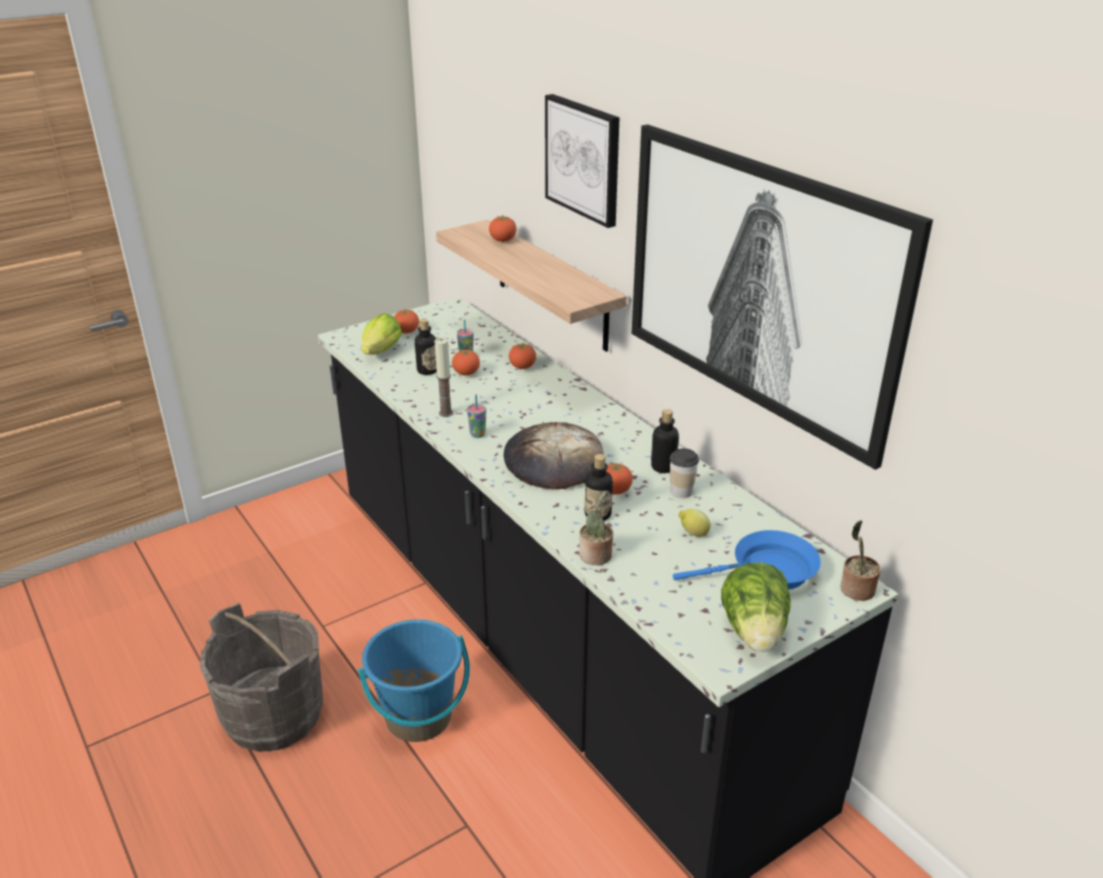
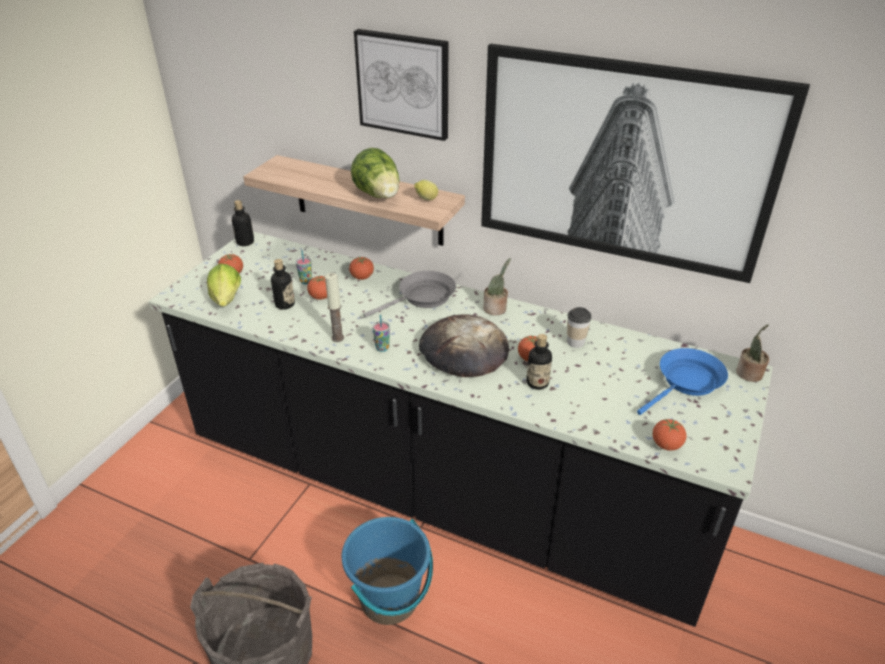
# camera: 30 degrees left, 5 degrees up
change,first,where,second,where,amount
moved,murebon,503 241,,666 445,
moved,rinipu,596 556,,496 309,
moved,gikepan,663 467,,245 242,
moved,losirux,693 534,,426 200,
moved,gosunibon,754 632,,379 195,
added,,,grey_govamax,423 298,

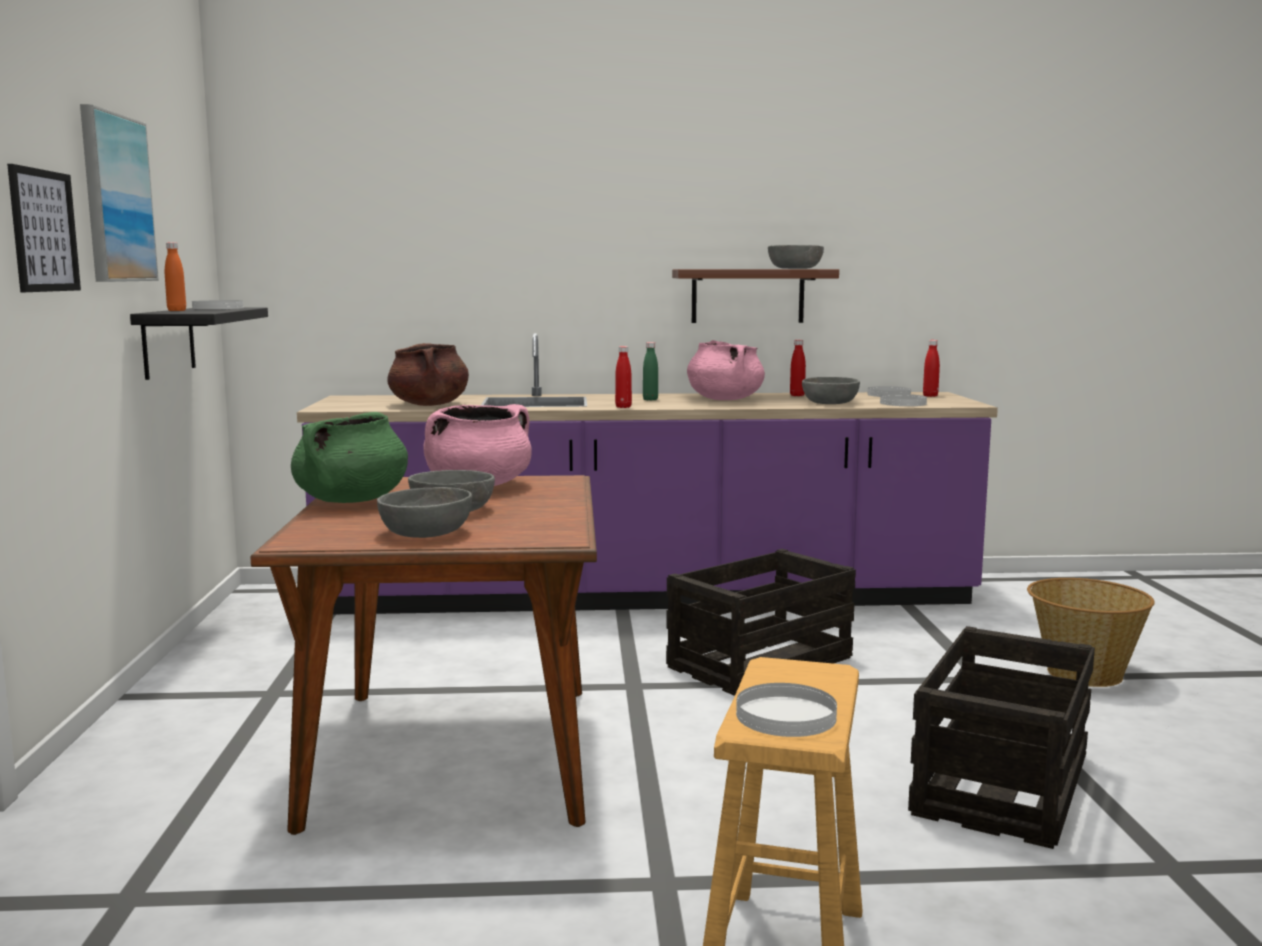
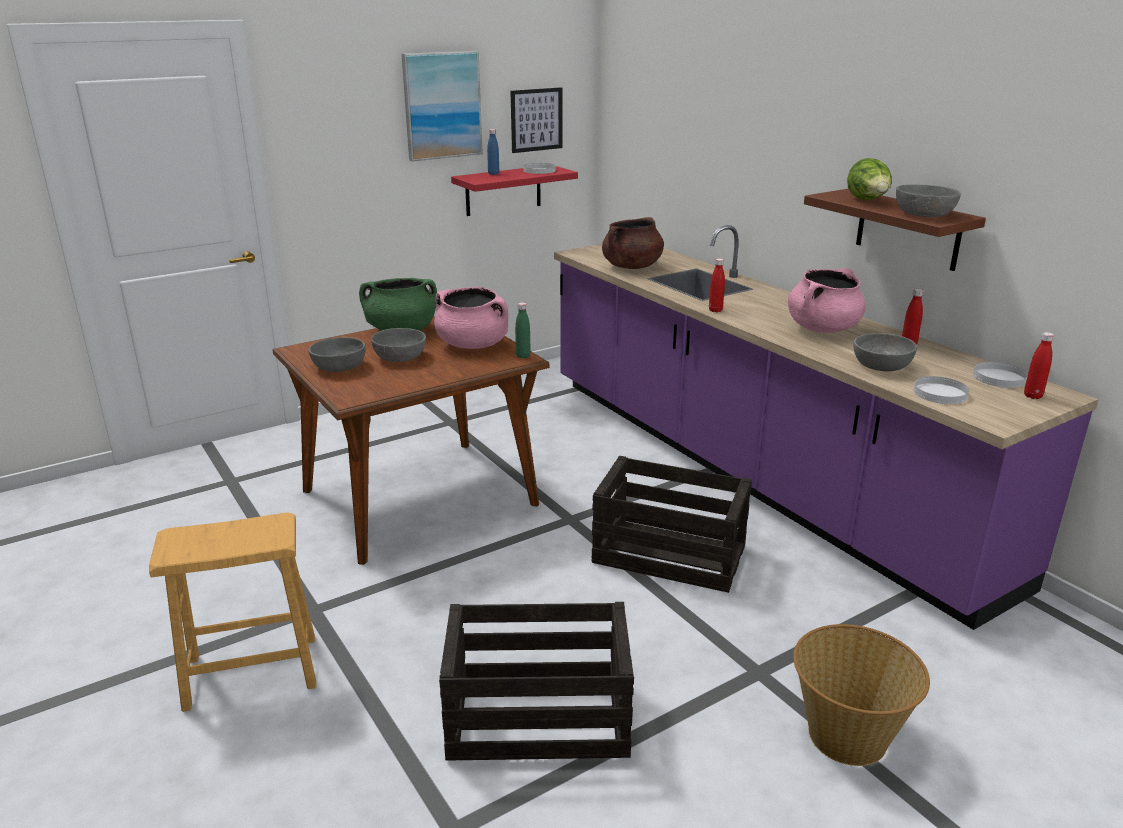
# camera: 60 degrees right, 15 degrees up
change,first,where,second,where,amount
moved,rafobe,44 231,,536 120,
recoloured,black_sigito,168 342,red_sigito,503 190,
recoloured,orange_gikepan,177 310,blue_gikepan,493 173,
moved,green_gikepan,650 399,,523 356,
removed,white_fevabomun,786 715,,,
added,,,gosunibon,868 201,

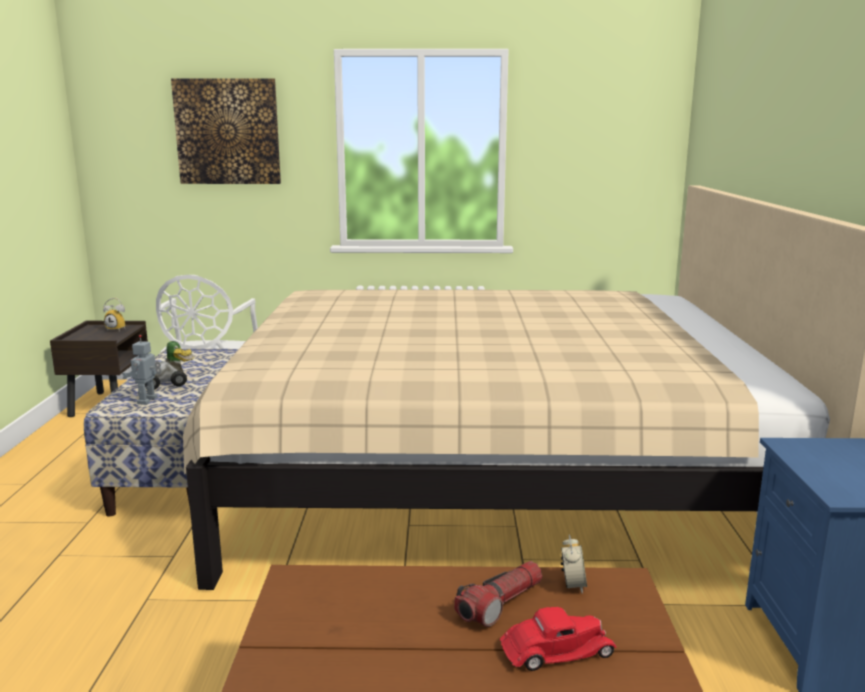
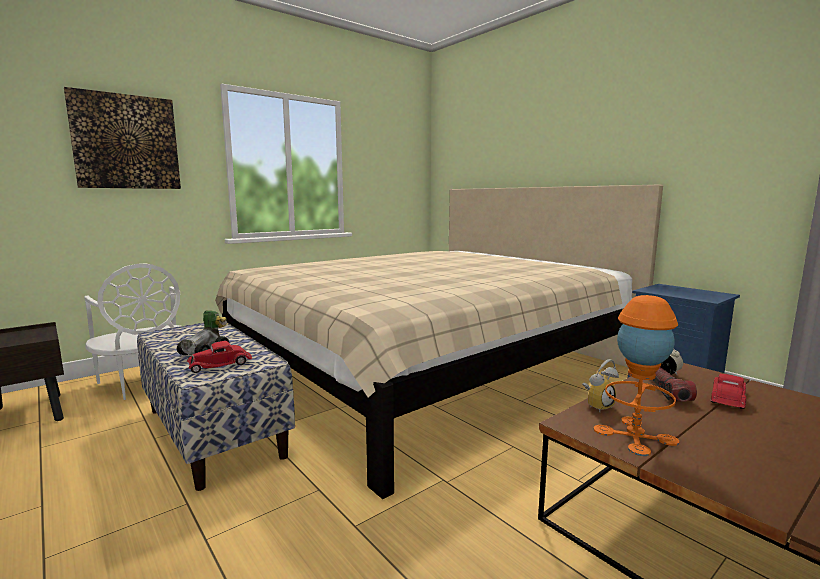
# camera: 40 degrees left, 5 degrees down
change,first,where,second,where,amount
moved,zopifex,118 329,,597 405,
replaced,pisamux,148 401,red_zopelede,220 364,
added,,,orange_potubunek,635 435,

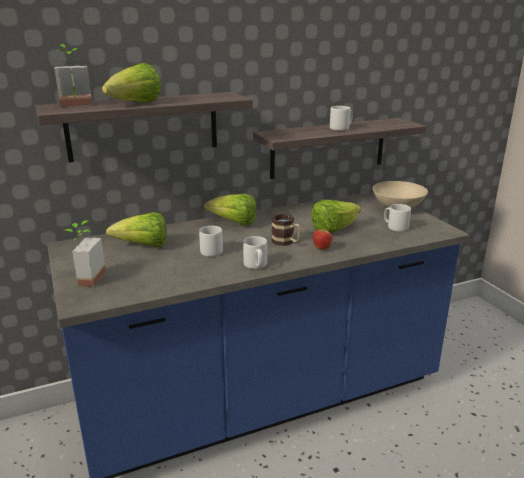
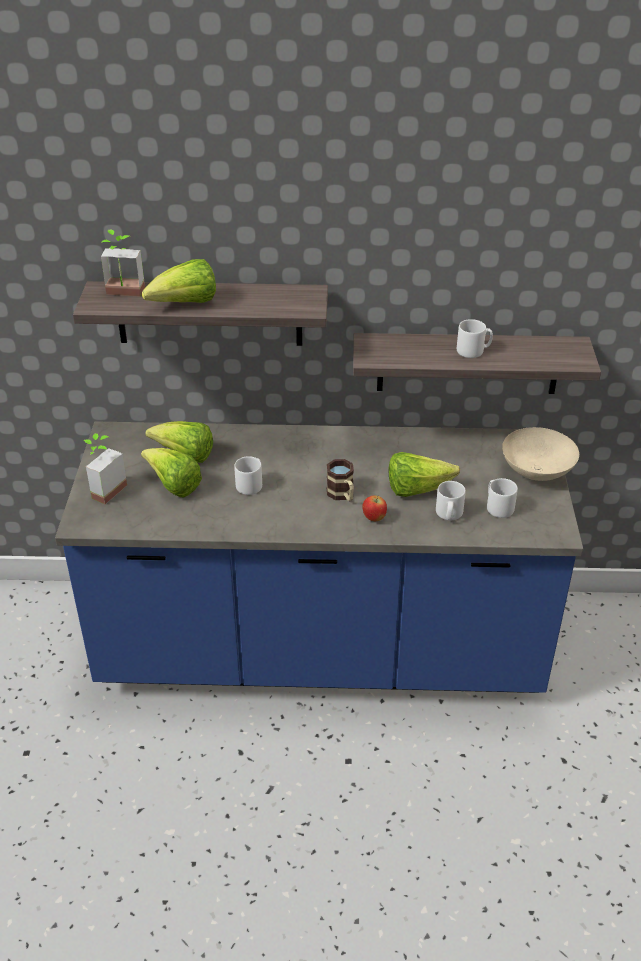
# camera: 25 degrees right, 15 degrees up
change,first,where,second,where,amount
moved,gosunibon,234 223,,173 486,
moved,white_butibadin,256 265,,449 514,

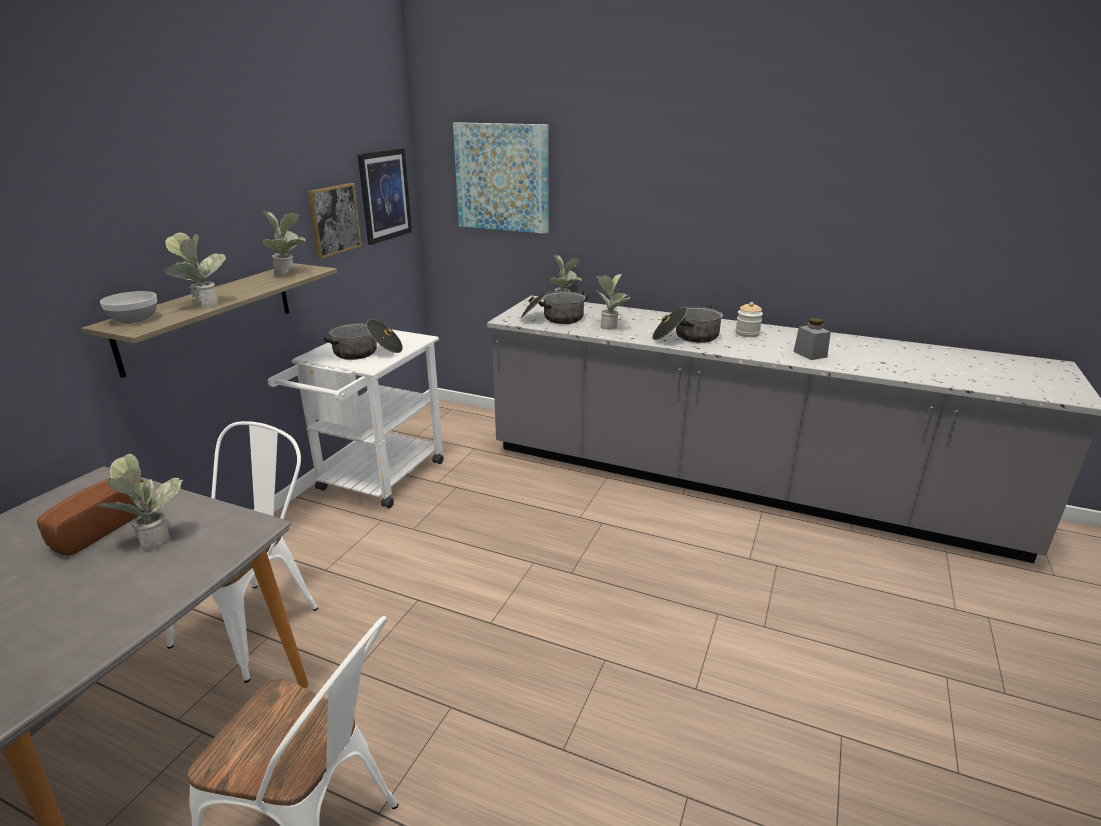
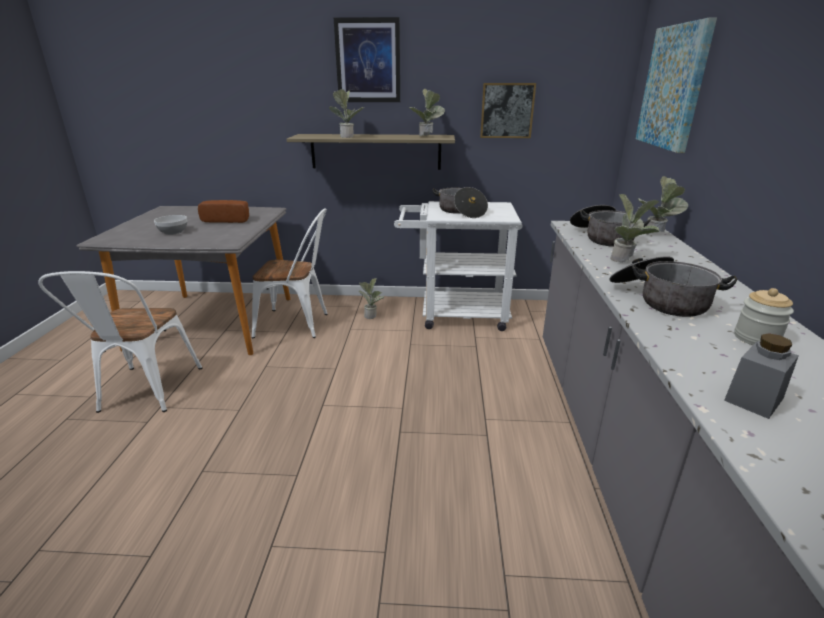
# camera: 70 degrees right, 0 degrees up
change,first,where,second,where,amount
moved,rinipu,153 538,,372 315,
moved,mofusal,135 319,,173 232,
moved,rafobe,385 195,,368 61,

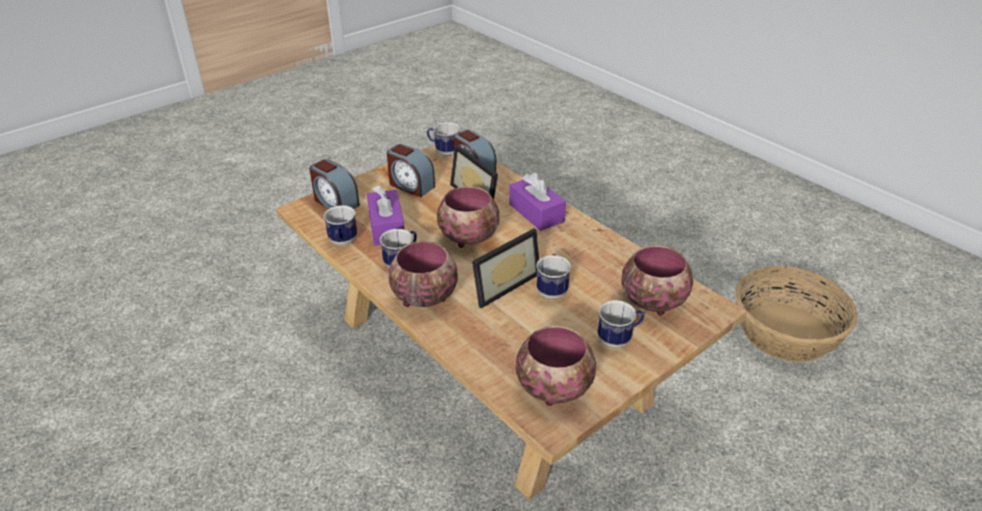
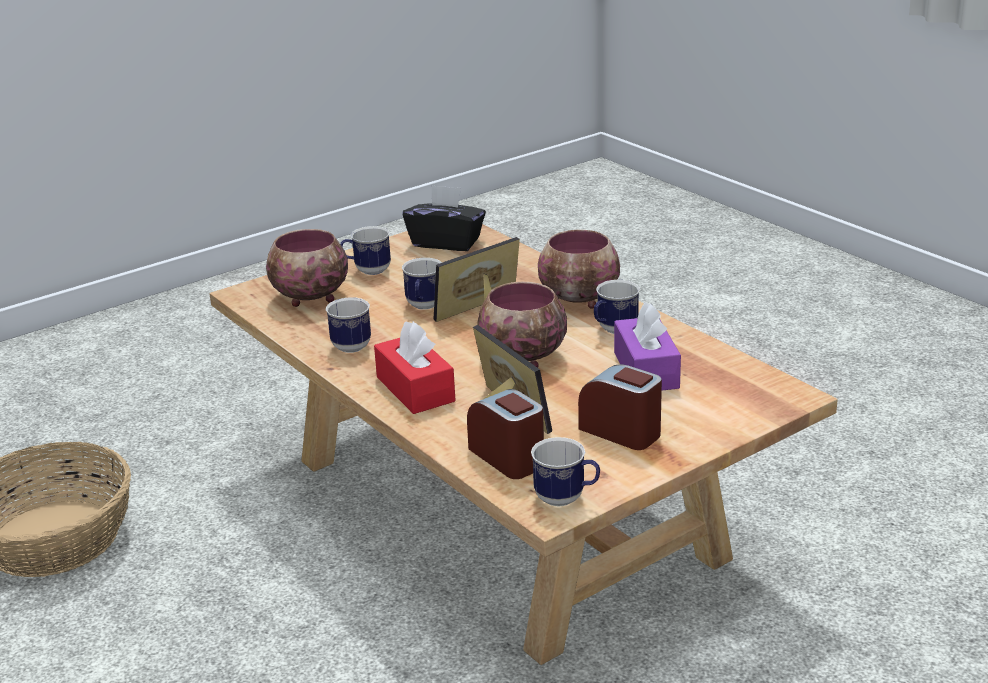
# camera: 175 degrees left, 10 degrees down
change,first,where,second,where,amount
removed,zopifex,335 202,,,
moved,butibadin,342 243,,352 344,
recoloured,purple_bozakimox,536 213,red_bozakimox,415 389,
replaced,mofusal,555 388,black_bozakimox,446 242,

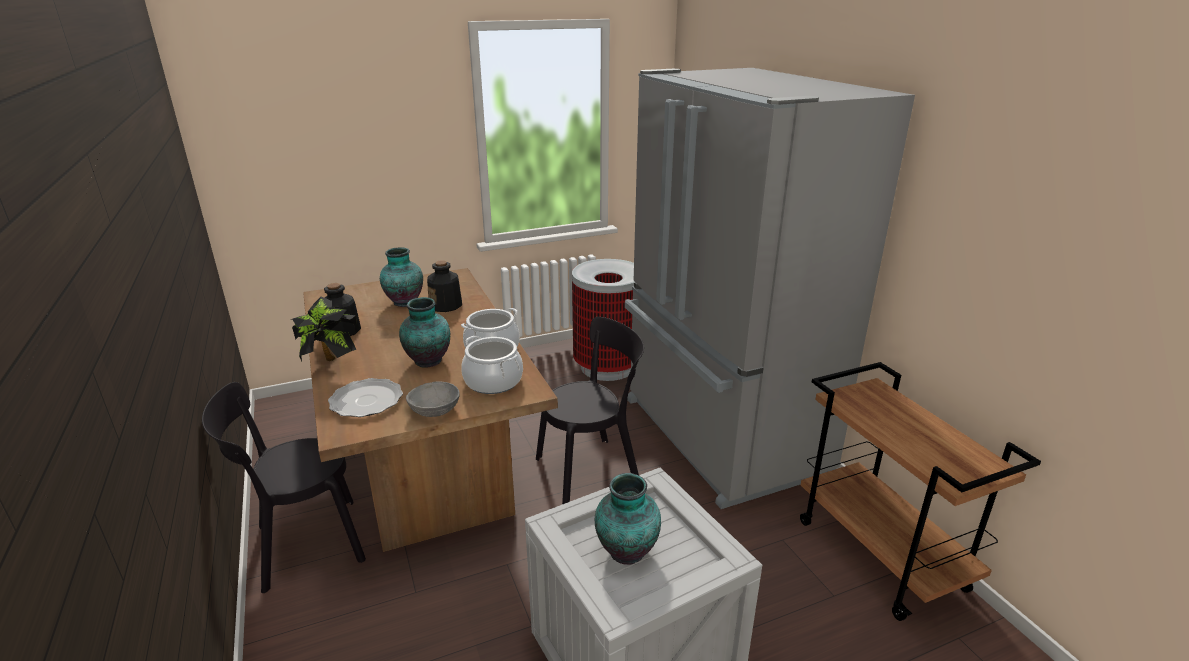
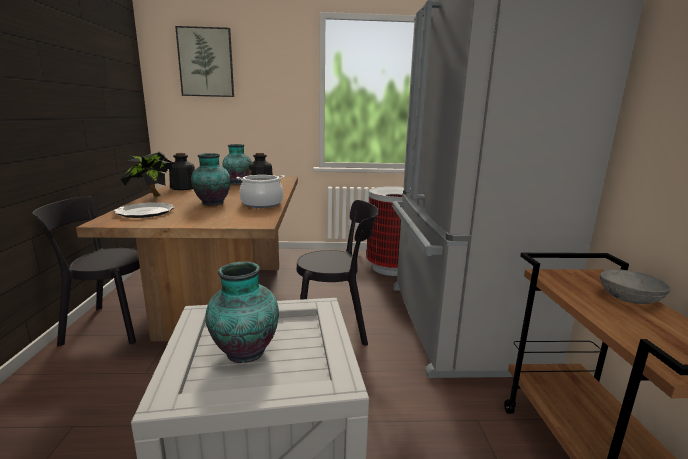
# camera: 20 degrees right, 10 degrees down
change,first,where,second,where,amount
moved,grey_mofusal,435 410,,630 299,
removed,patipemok,493 381,,,
added,,,rafobe,206 62,

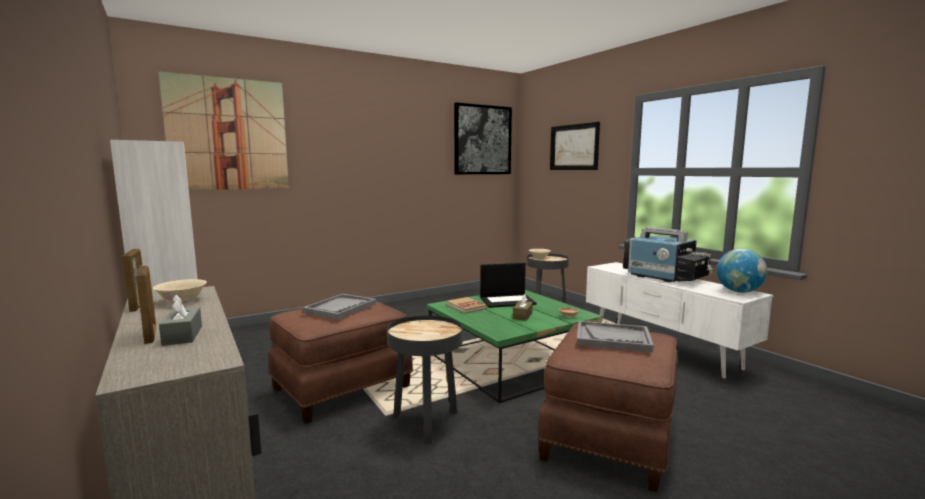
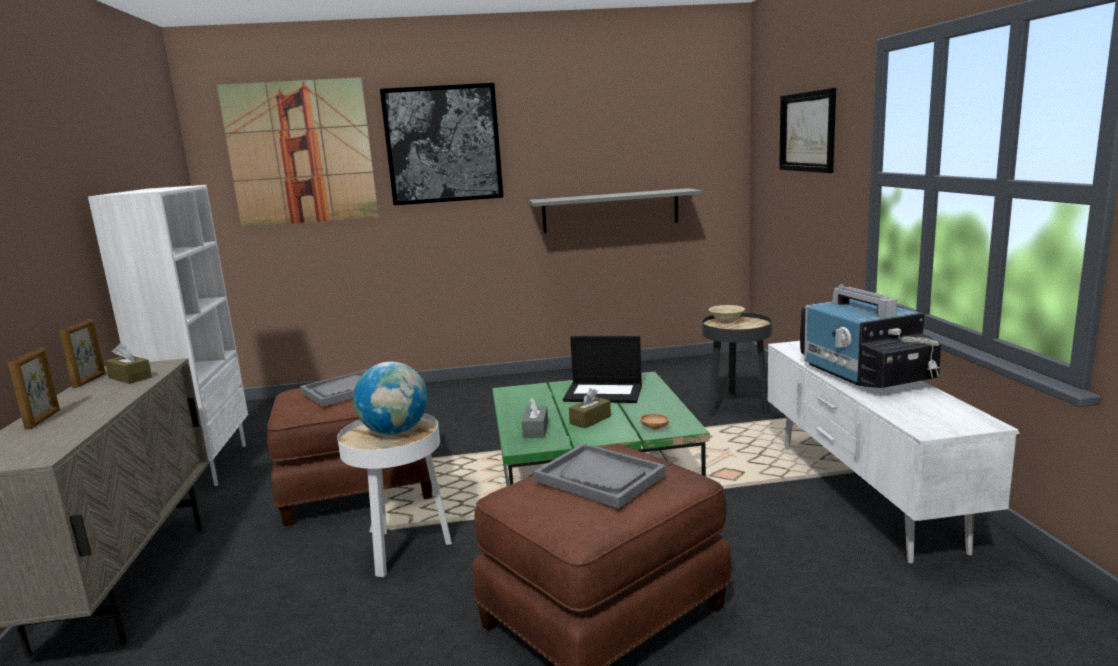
# camera: 25 degrees right, 5 degrees up
change,first,where,second,where,amount
replaced,beige_mofusal,182 301,brown_bozakimox,130 377,
moved,grey_bozakimox,182 335,,535 430,
recoloured,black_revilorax,426 422,white_revilorax,404 550,
removed,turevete,466 307,,,
moved,rafobe,482 140,,443 144,
moved,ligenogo,739 292,,395 431,
added,,,grey_sigito,610 210,

